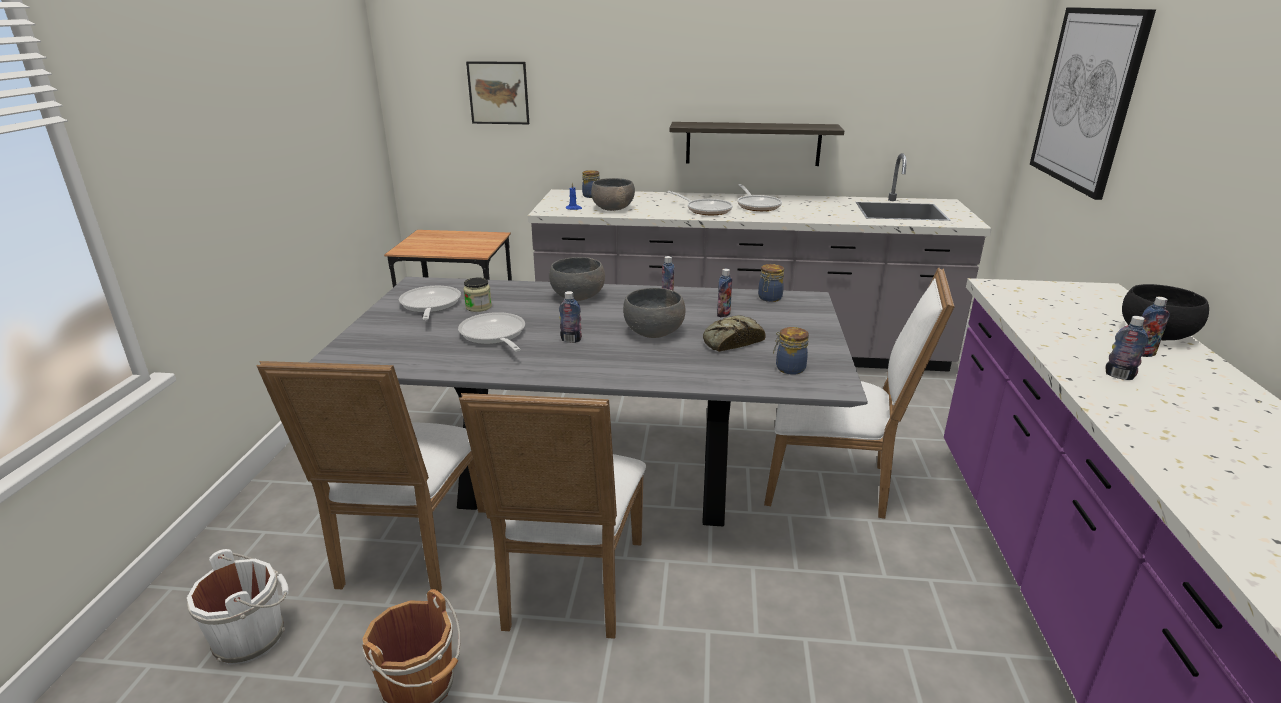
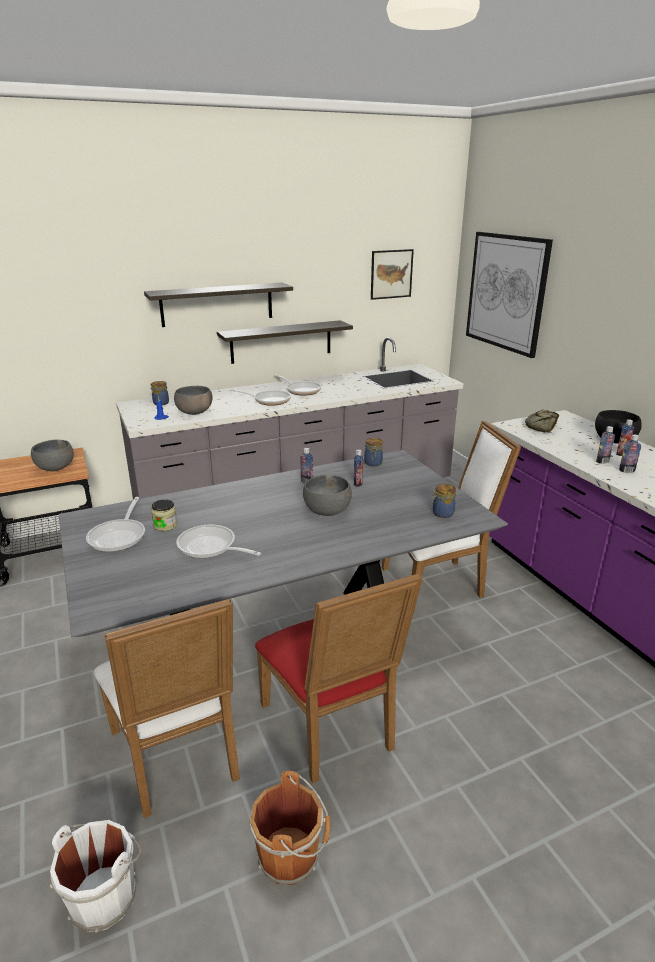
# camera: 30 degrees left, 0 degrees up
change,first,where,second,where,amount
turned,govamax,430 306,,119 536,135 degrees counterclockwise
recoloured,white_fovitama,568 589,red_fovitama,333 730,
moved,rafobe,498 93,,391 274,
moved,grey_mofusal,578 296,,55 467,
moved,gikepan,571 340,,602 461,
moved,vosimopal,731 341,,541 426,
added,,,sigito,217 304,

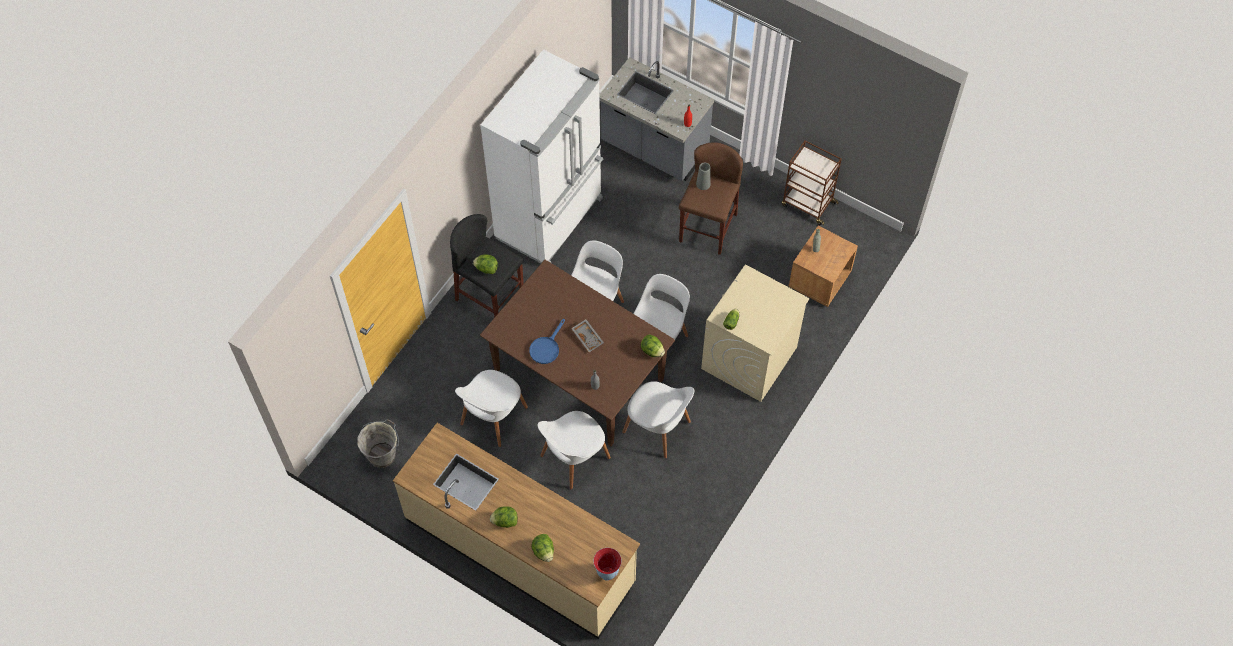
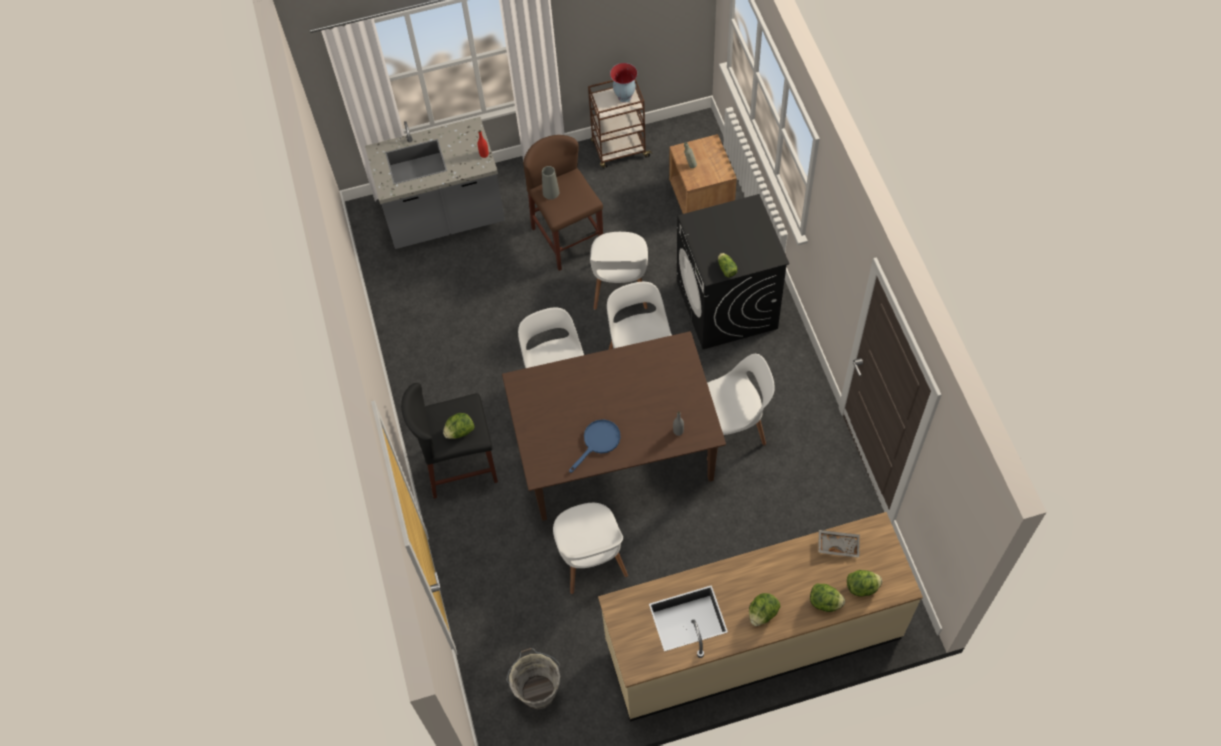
# camera: 45 degrees left, 0 degrees up
change,first,where,second,where,amount
removed,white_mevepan,551 219,,,
turned,blue_govamax,546 347,,598 442,120 degrees counterclockwise
moved,white_fovitama,573 458,,620 287,
moved,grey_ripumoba,588 337,,838 545,
moved,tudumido,607 573,,624 97,
moved,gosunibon,652 351,,862 587,
recoloured,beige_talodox,749 358,black_talodox,727 305,

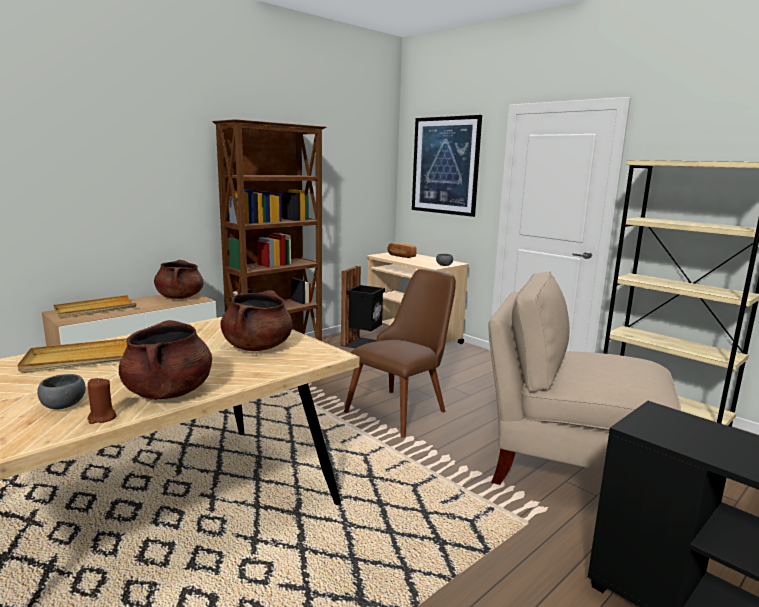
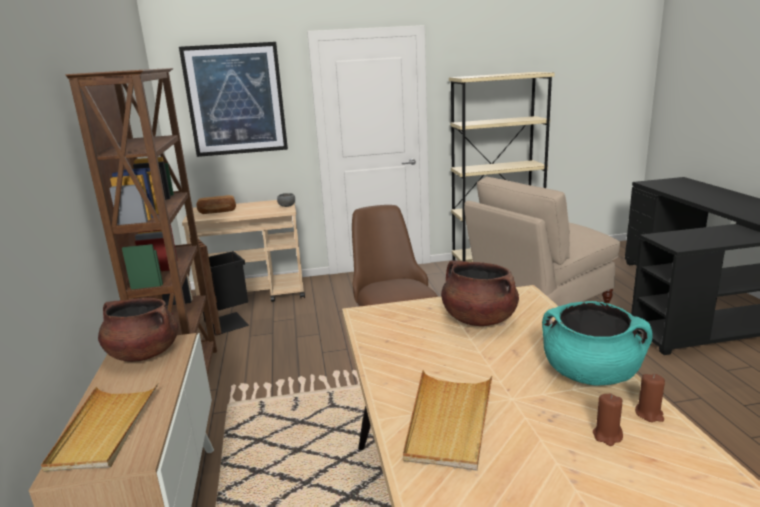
# camera: 55 degrees left, 5 degrees up
change,first,where,second,where,amount
replaced,grey_mofusal,65 405,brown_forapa,607 436,
recoloured,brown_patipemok,169 392,turquoise_patipemok,590 374,

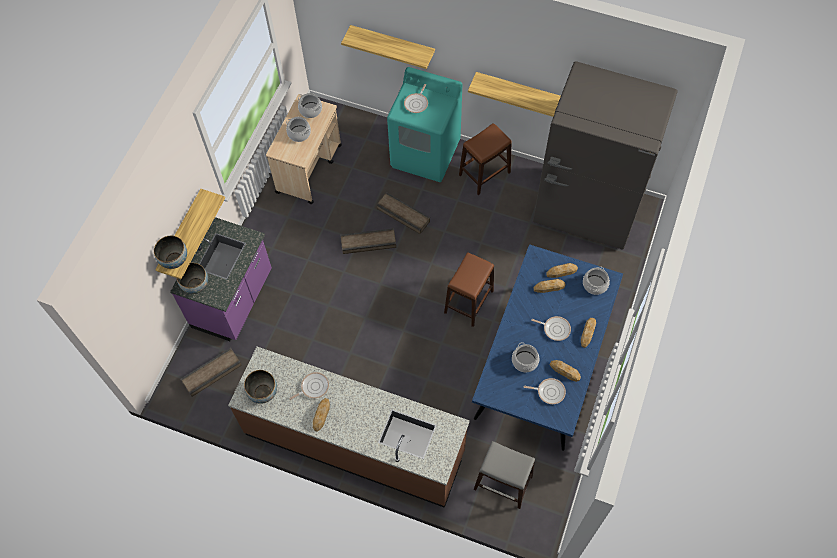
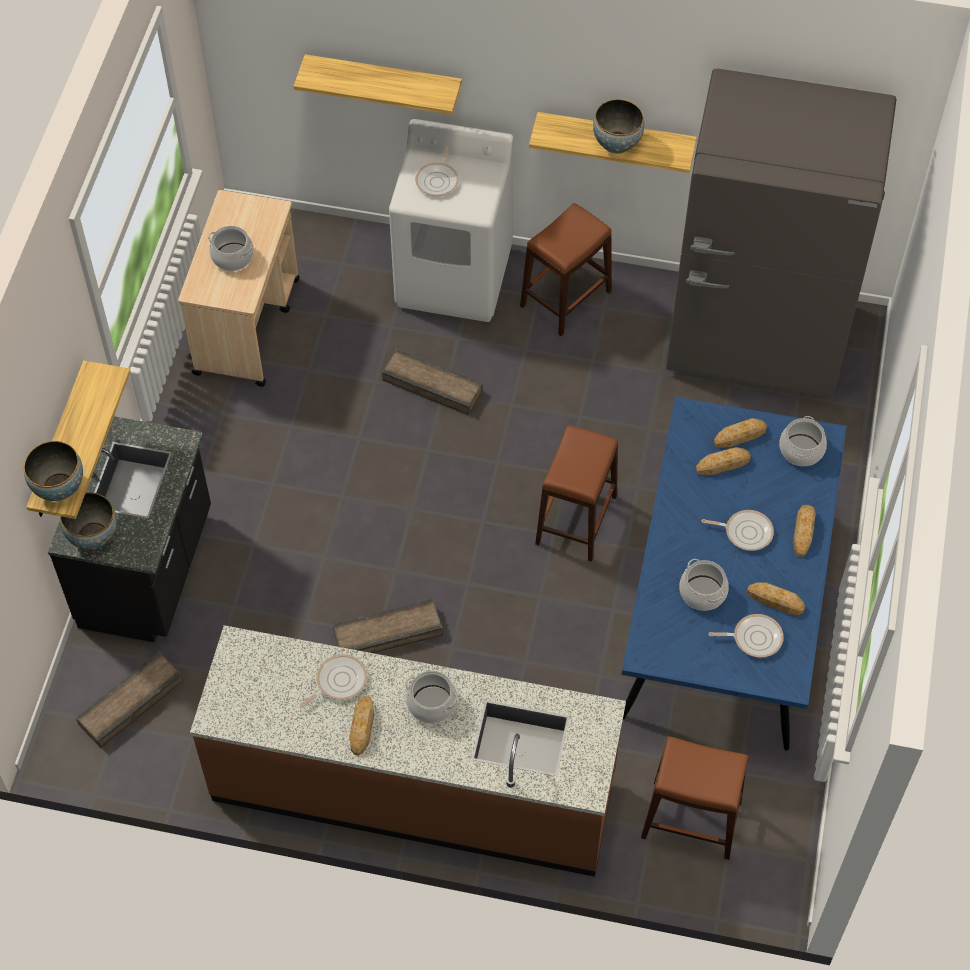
# camera: 10 degrees left, 5 degrees down
change,first,where,second,where,amount
recoloured,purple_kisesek,234 300,black_kisesek,149 570,
moved,mofusal,263 393,,617 143,
moved,patipemok,310 110,,431 704,
moved,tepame,368 243,,388 634,
recoloured,turquoise_talodox,425 154,white_talodox,454 277,
recoloured,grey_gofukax,503 483,brown_gofukax,691 820,

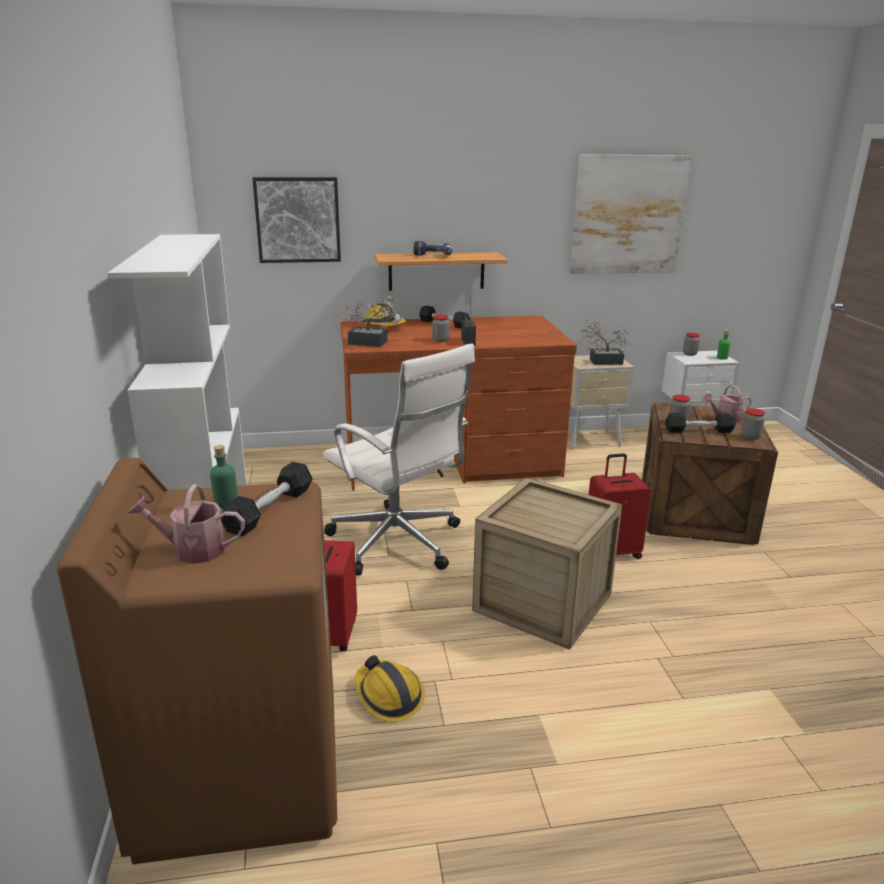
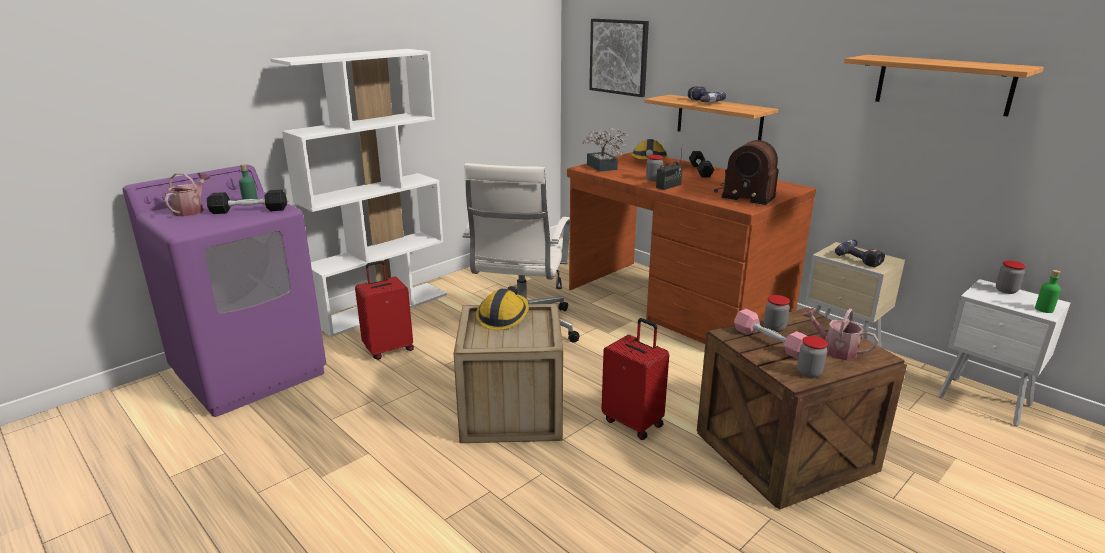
# camera: 55 degrees right, 0 degrees up
change,first,where,second,where,amount
recoloured,brown_talodox,241 771,purple_talodox,250 372,
turned,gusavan,192 550,,191 210,45 degrees clockwise
moved,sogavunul,388 696,,503 316,
replaced,rafobe,628 215,sigito,943 84,
replaced,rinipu,601 361,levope,860 258,
recoloured,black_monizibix,698 430,pink_monizibix,770 342,
added,,,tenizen,744 194,

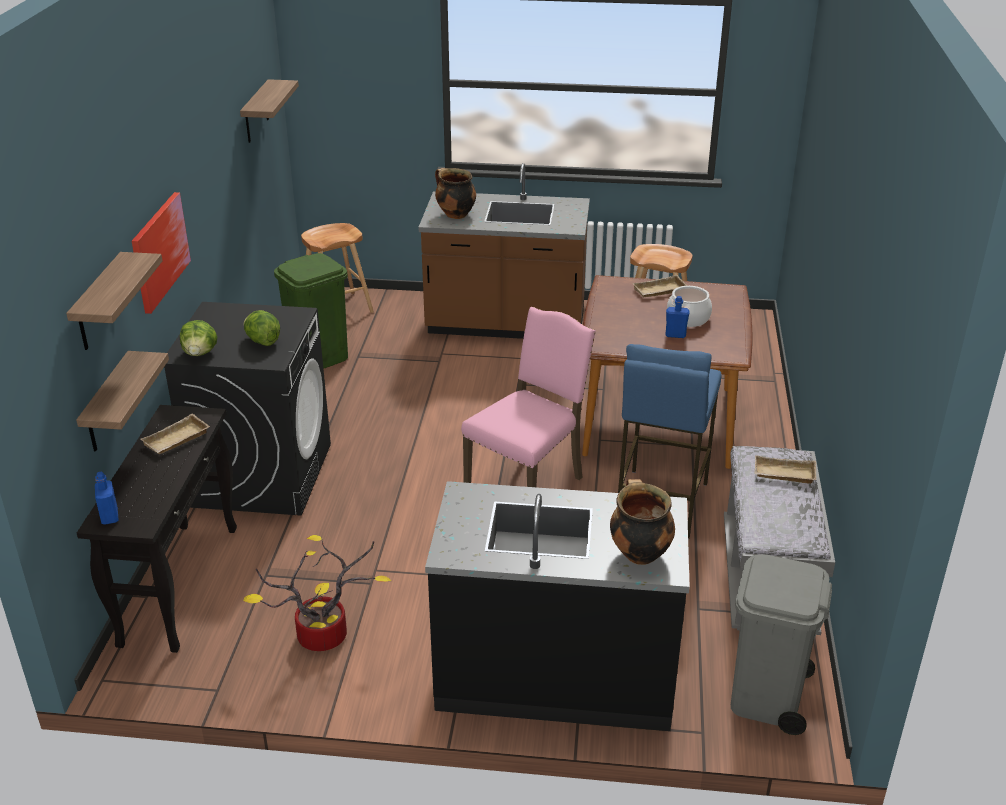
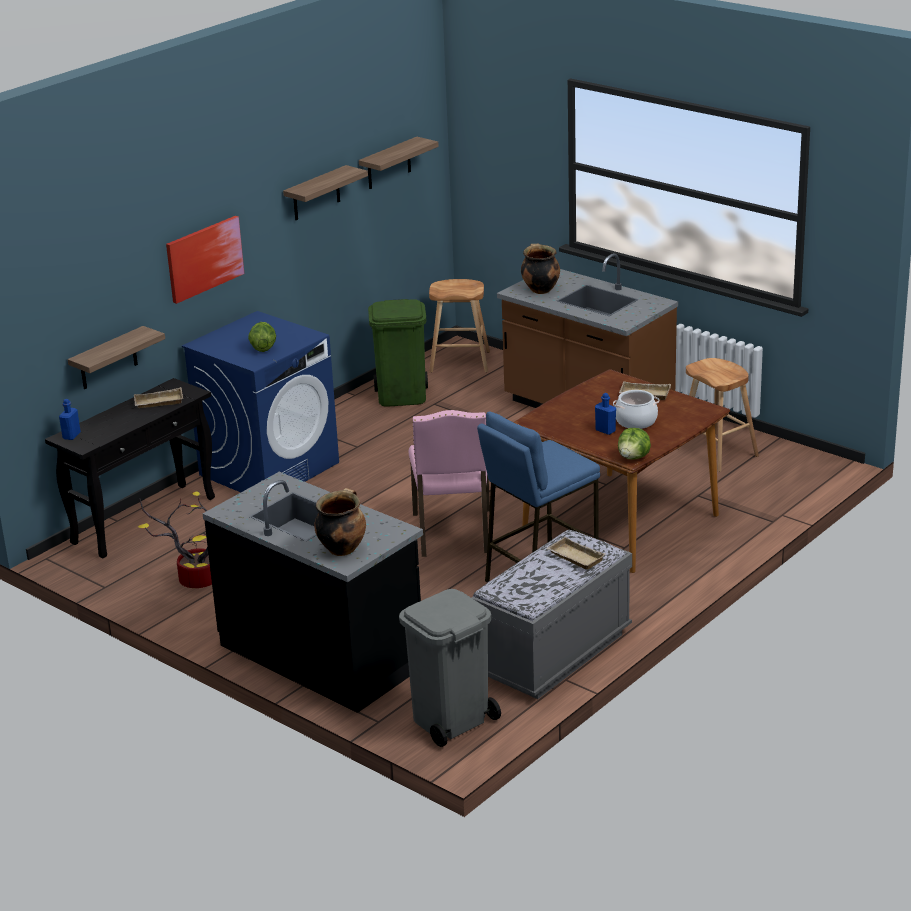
# camera: 35 degrees right, 5 degrees down
change,first,where,second,where,amount
moved,sigito,99 303,,316 194,
recoloured,black_talodox,263 474,blue_talodox,269 468,
moved,gosunibon,200 353,,634 457,
turned,pink_fovitama,528 484,,453 534,105 degrees clockwise

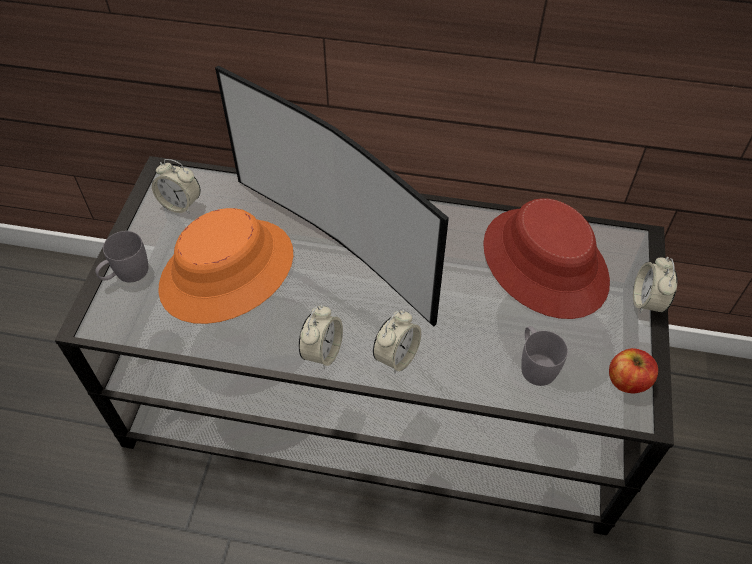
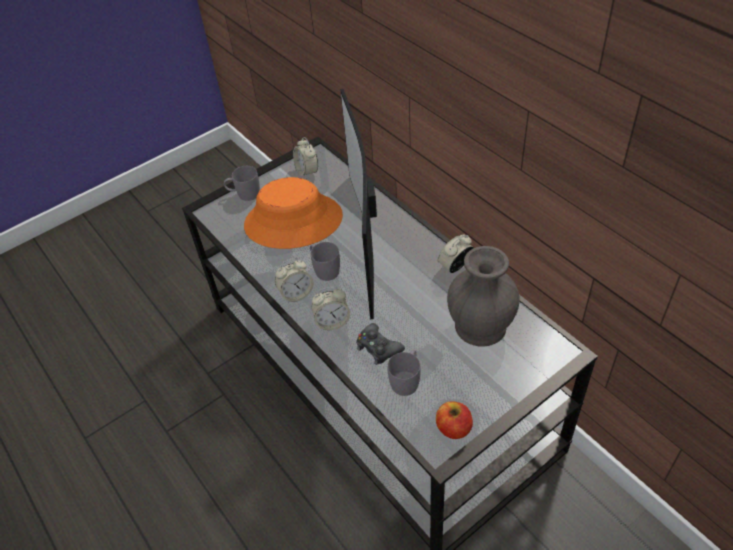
# camera: 45 degrees right, 5 degrees down
change,first,where,second,where,amount
replaced,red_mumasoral,545 263,grey_tudumido,482 326,
moved,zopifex,647 301,,455 266,
added,,,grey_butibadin,324 269,
added,,,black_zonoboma,378 348,

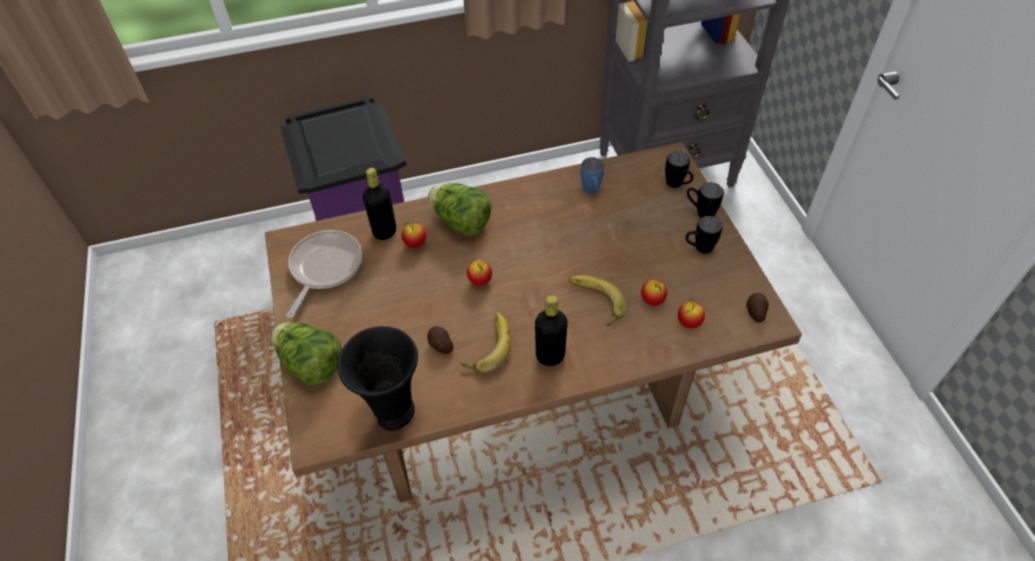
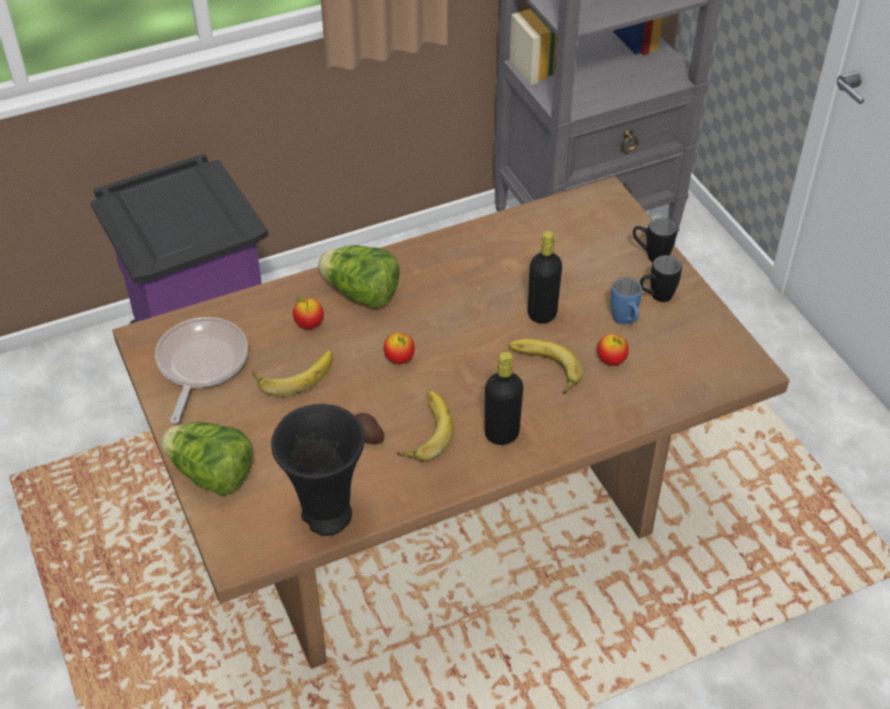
# camera: 10 degrees left, 5 degrees down
change,first,where,second,where,amount
moved,black_gikepan,384 231,,542 313,
moved,blue_butibadin,591 192,,625 322,
removed,black_butibadin,677 185,,,
removed,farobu,689 322,,,
removed,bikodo,755 311,,,
added,,,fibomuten,294 373,

